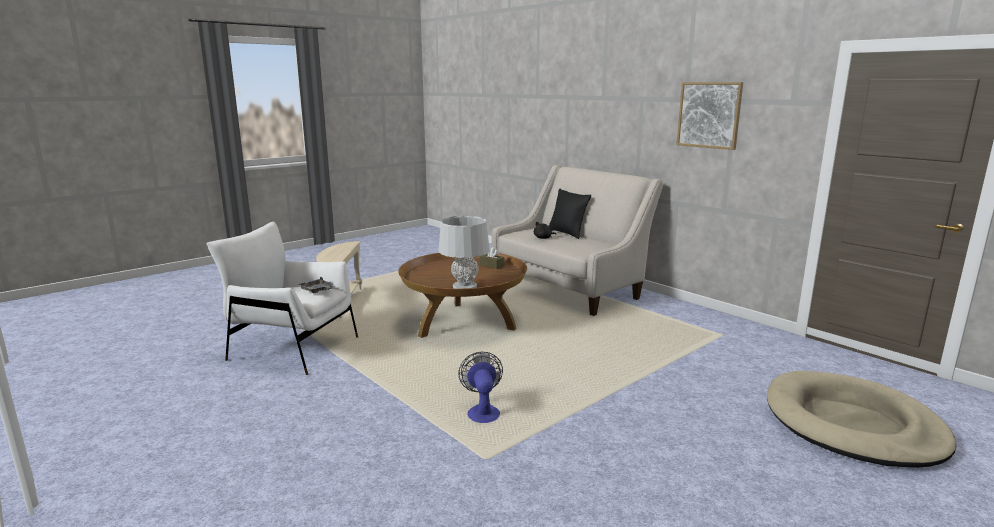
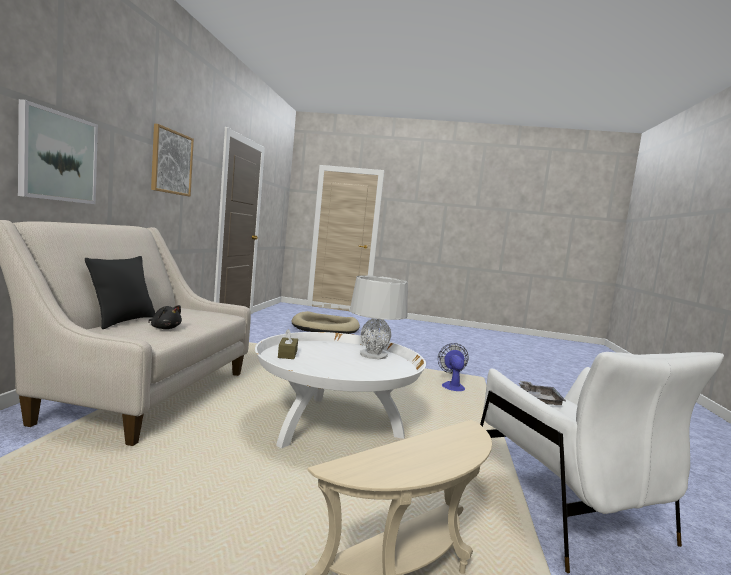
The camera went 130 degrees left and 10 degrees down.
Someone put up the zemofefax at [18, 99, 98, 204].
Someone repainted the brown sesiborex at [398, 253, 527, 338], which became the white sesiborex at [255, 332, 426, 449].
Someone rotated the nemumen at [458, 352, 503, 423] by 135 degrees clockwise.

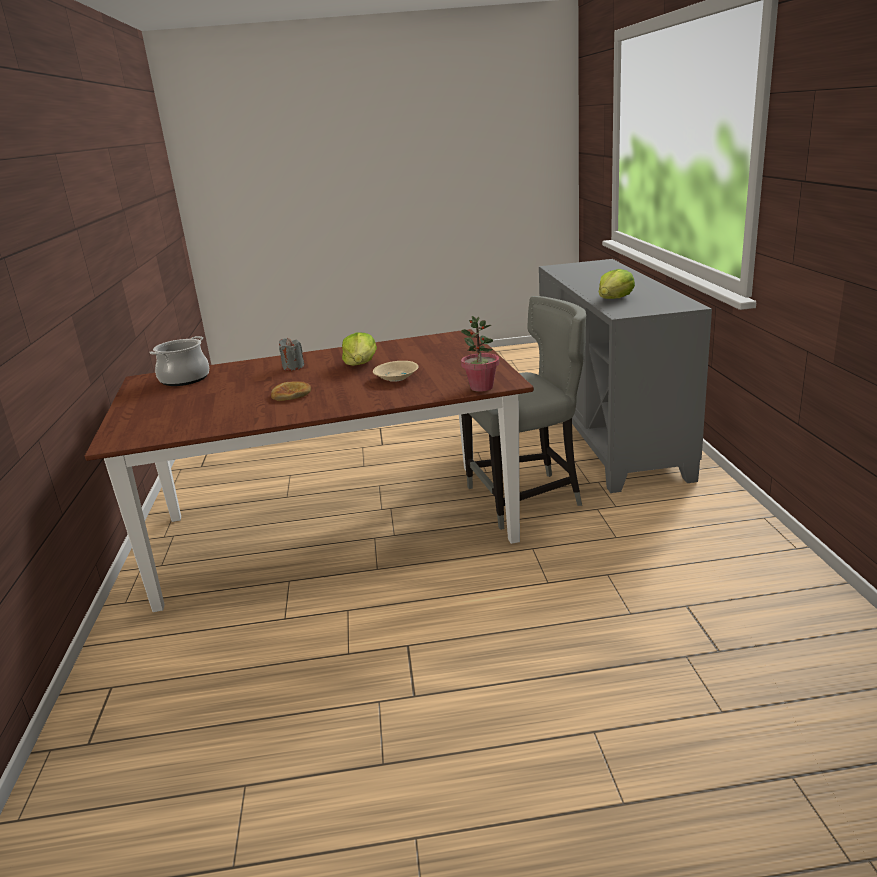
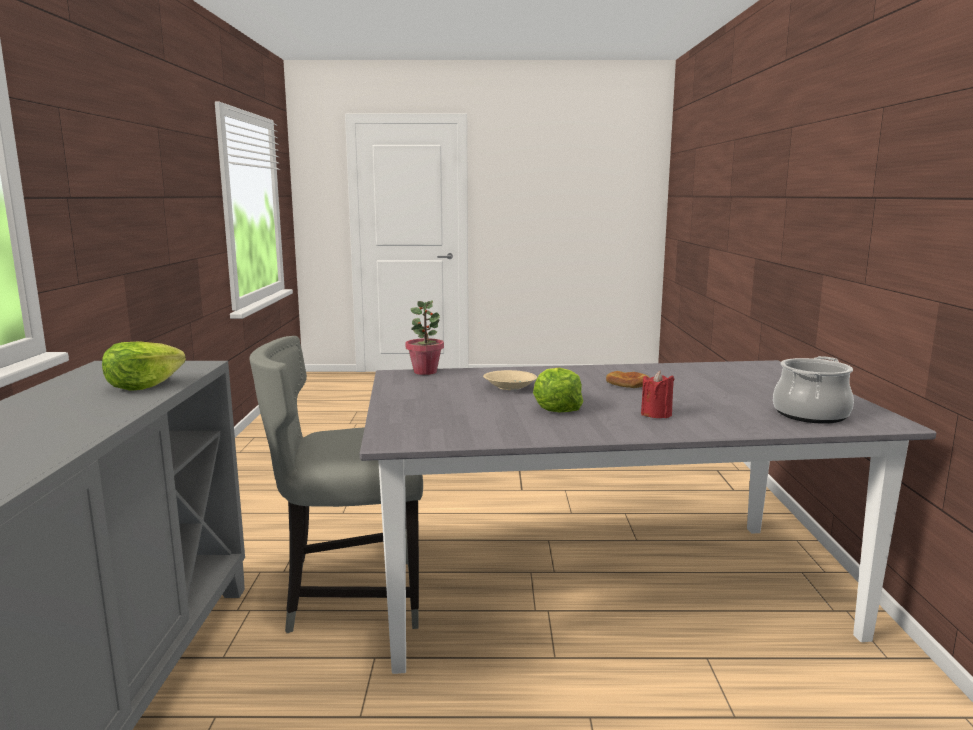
The camera went 175 degrees left and 10 degrees down.
Someone repainted the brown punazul at [85, 329, 534, 612], which became the grey punazul at [360, 360, 937, 674].
Someone repainted the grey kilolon at [279, 338, 304, 371], which became the red kilolon at [641, 371, 675, 418].

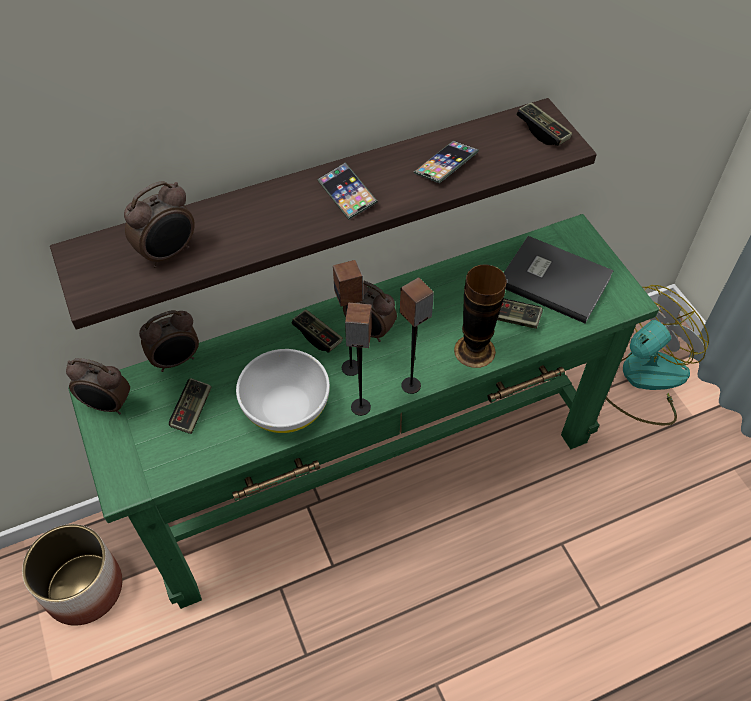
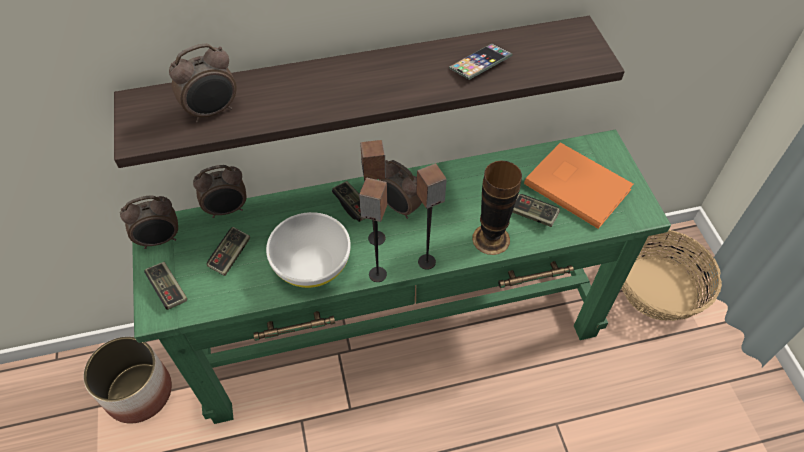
The camera went 10 degrees right and 0 degrees up.
Someone took away the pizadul at [317, 162, 378, 220].
Someone carried the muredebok from [516, 102, 572, 146] to [144, 262, 187, 310].
Someone swapped the nemumen at [606, 285, 709, 425] for the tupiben at [622, 230, 722, 321].
Someone repainted the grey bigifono at [504, 236, 614, 324], which became the orange bigifono at [524, 142, 634, 229].
Someone rotated the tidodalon at [66, 358, 130, 414] by 45 degrees counterclockwise.

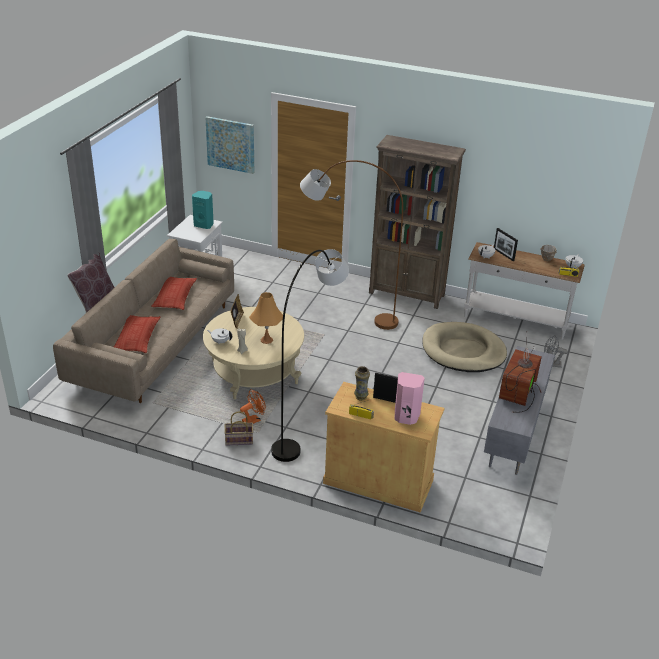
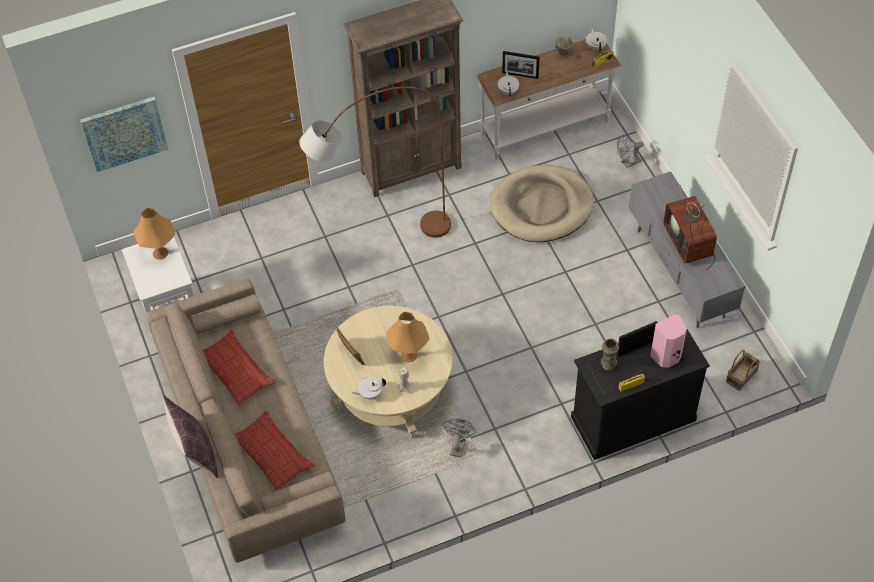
The camera went 40 degrees left and 20 degrees up.
Someone took away the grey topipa at [271, 249, 349, 462].
Someone carried the tupiben from [225, 411, 253, 446] to [726, 350, 761, 391].
Someone swapped the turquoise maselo at [192, 191, 214, 229] for the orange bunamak at [134, 208, 175, 260].
Someone repainted the orange nemumen at [240, 389, 266, 424], which became the grey nemumen at [443, 418, 476, 457].
Someone repainted the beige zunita at [323, 382, 445, 512], which became the black zunita at [571, 329, 710, 460].

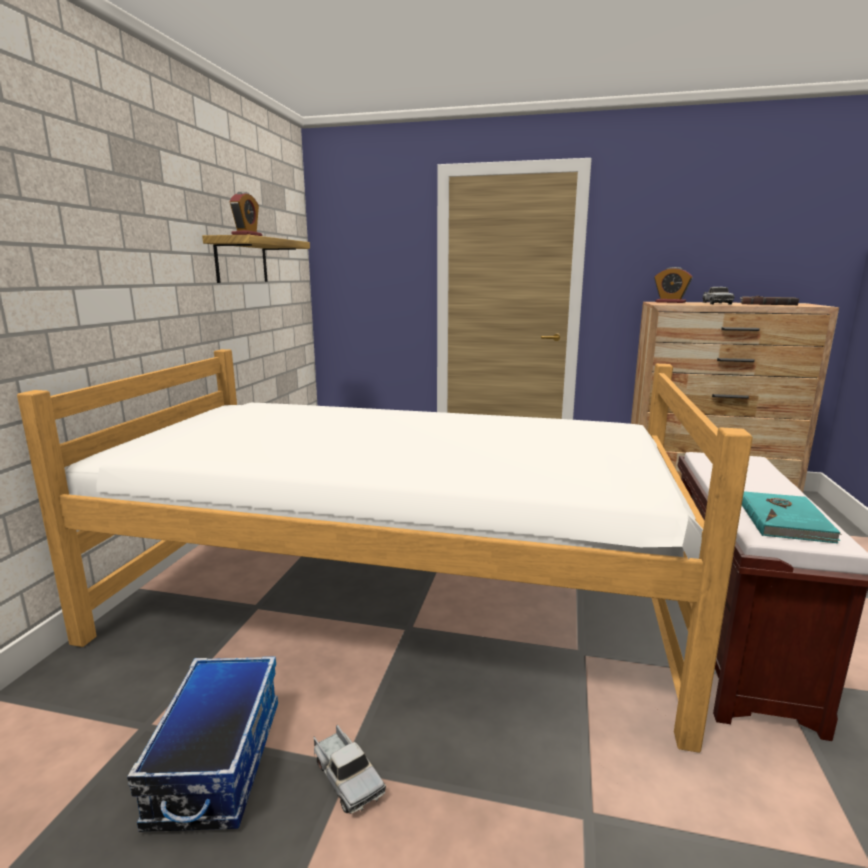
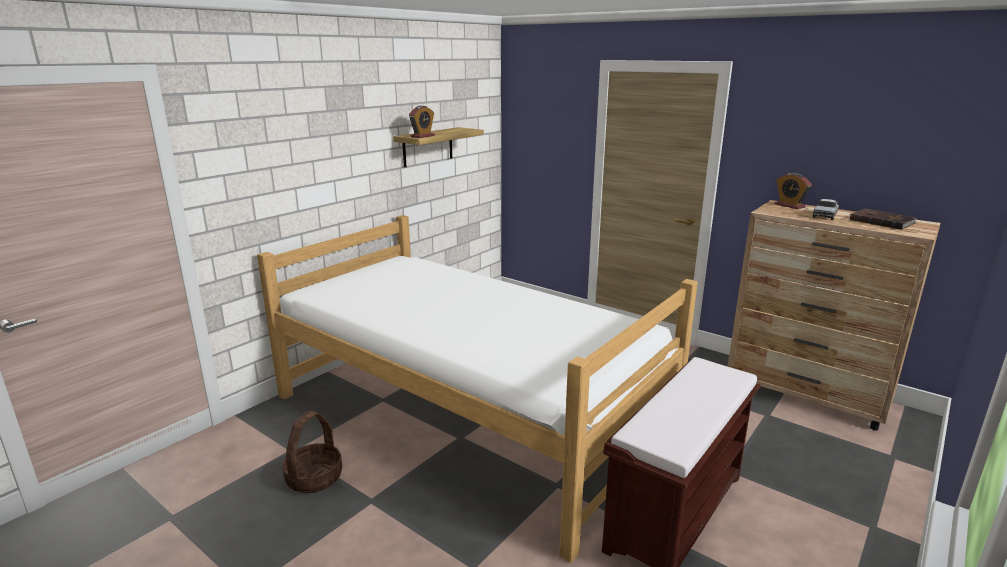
The camera went 25 degrees right and 5 degrees up.
Someone took away the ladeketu at [313, 725, 386, 814].
Someone took away the turquoise bigifono at [742, 491, 842, 543].
Someone swapped the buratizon at [127, 656, 278, 832] for the tupiben at [282, 411, 342, 493].

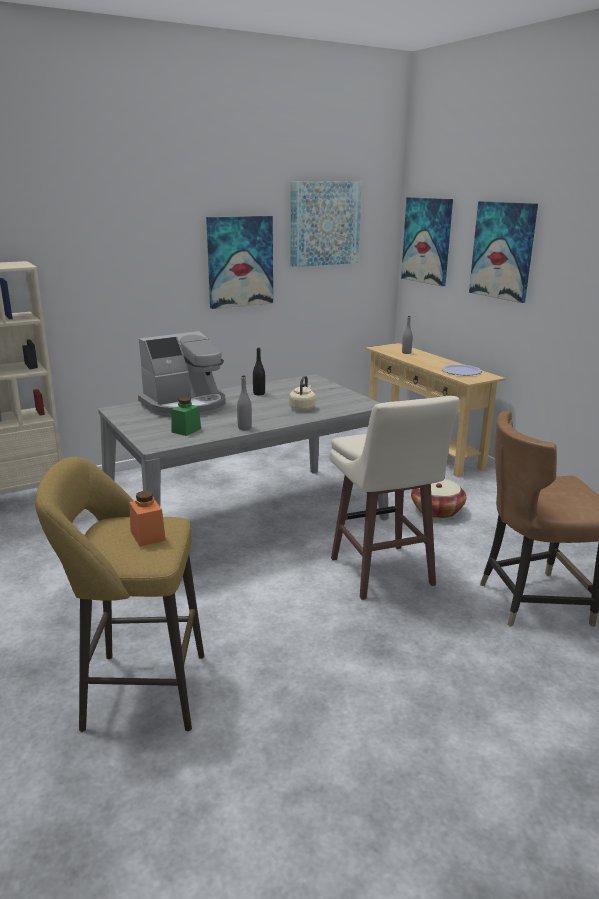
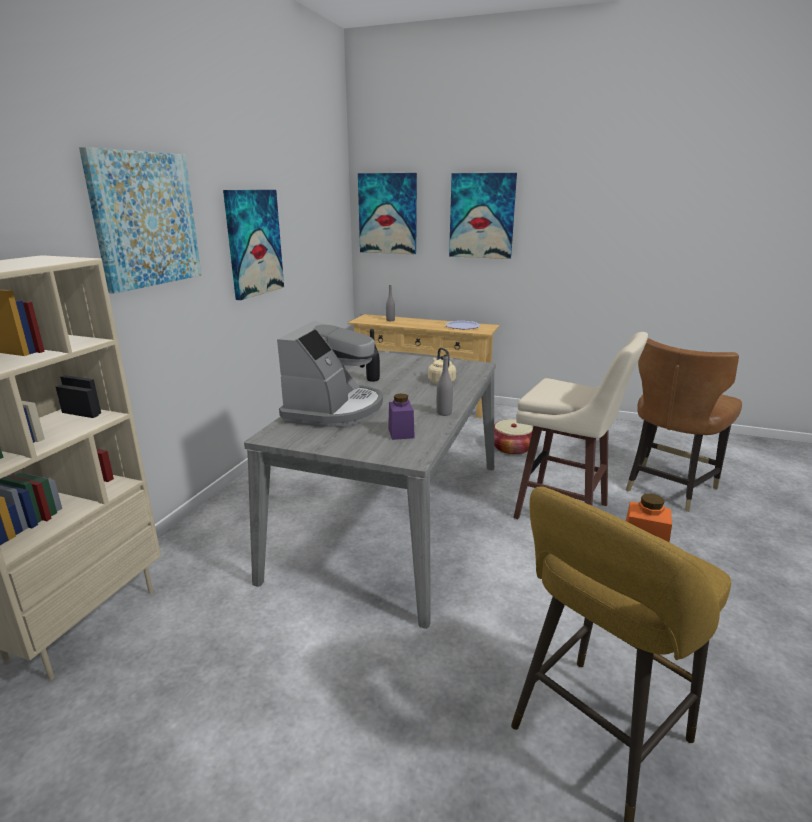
The camera went 40 degrees left and 0 degrees up.
Someone carried the zemofefax from [291, 181, 362, 267] to [79, 147, 202, 294].
Someone repainted the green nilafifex at [171, 397, 201, 436], which became the purple nilafifex at [388, 394, 415, 440].

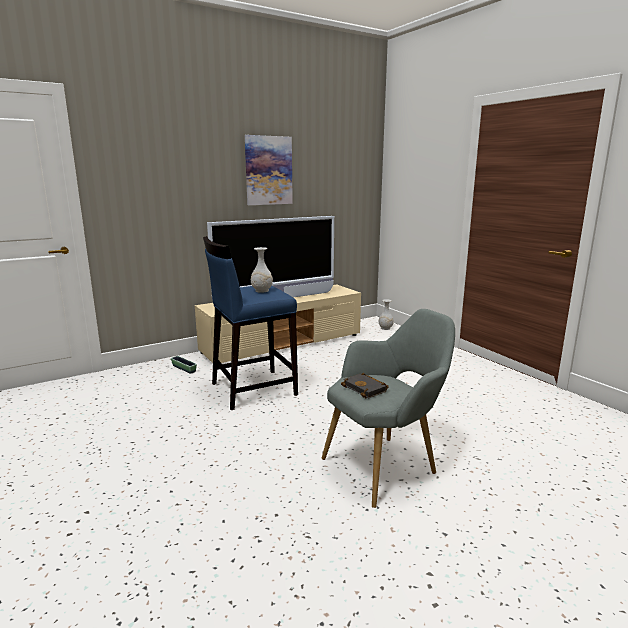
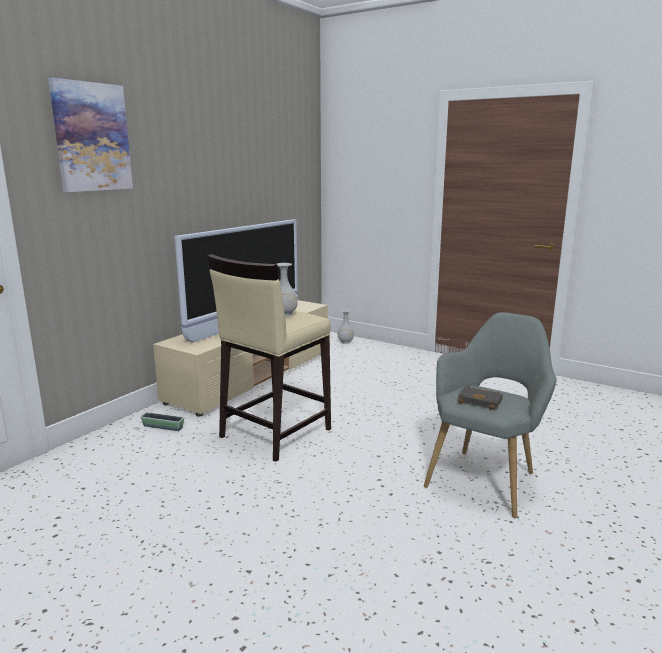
The camera went 25 degrees left and 0 degrees up.
Someone carried the zemofefax from [245, 135, 293, 205] to [48, 78, 133, 192].
Someone repainted the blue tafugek at [203, 236, 298, 410], which became the beige tafugek at [207, 254, 331, 462].

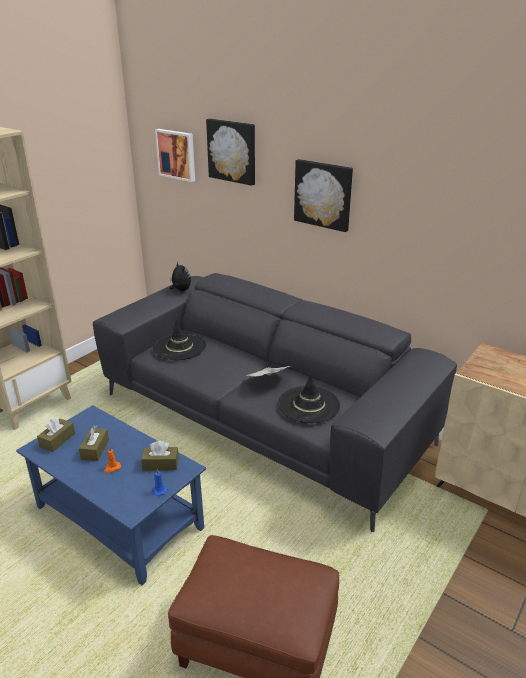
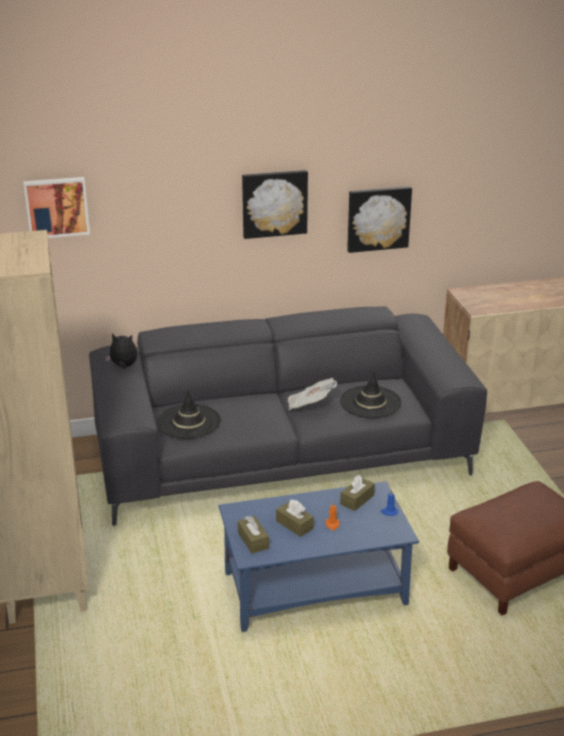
The camera went 50 degrees left and 0 degrees up.
Someone carried the zemofefax from [206, 119, 255, 186] to [347, 186, 412, 253].

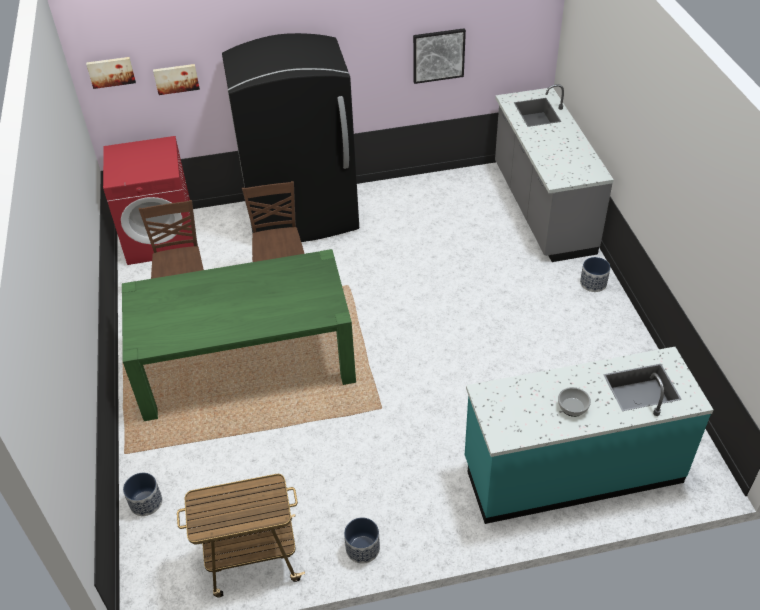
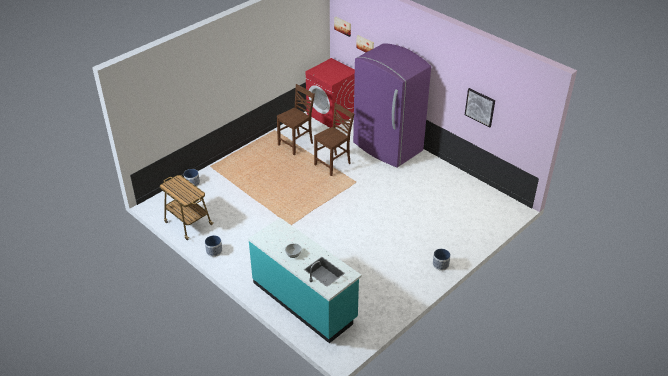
The camera went 55 degrees right and 5 degrees down.
Someone took away the green punazul at [122, 249, 356, 421].
Someone took away the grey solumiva at [495, 84, 614, 262].
Someone repainted the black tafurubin at [222, 33, 359, 242], which became the purple tafurubin at [353, 43, 431, 168].

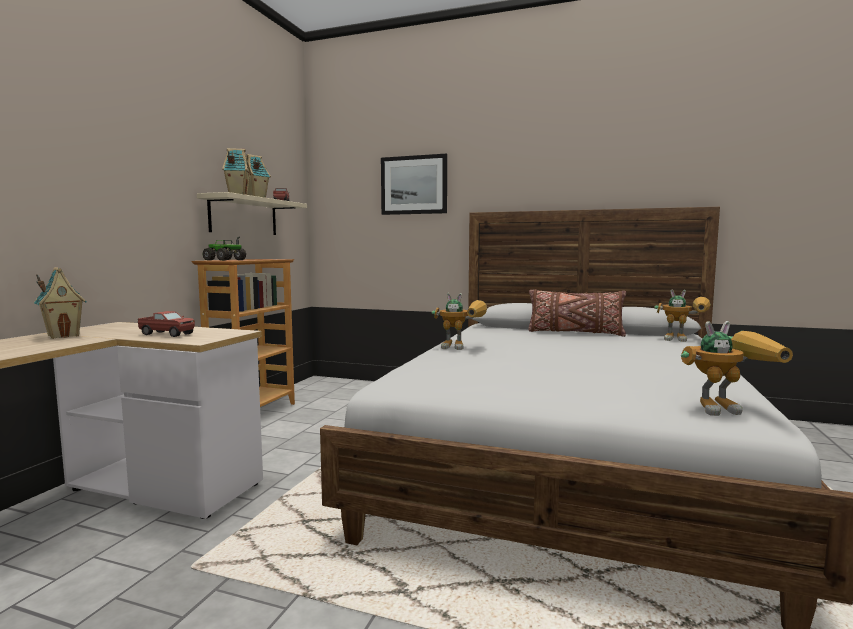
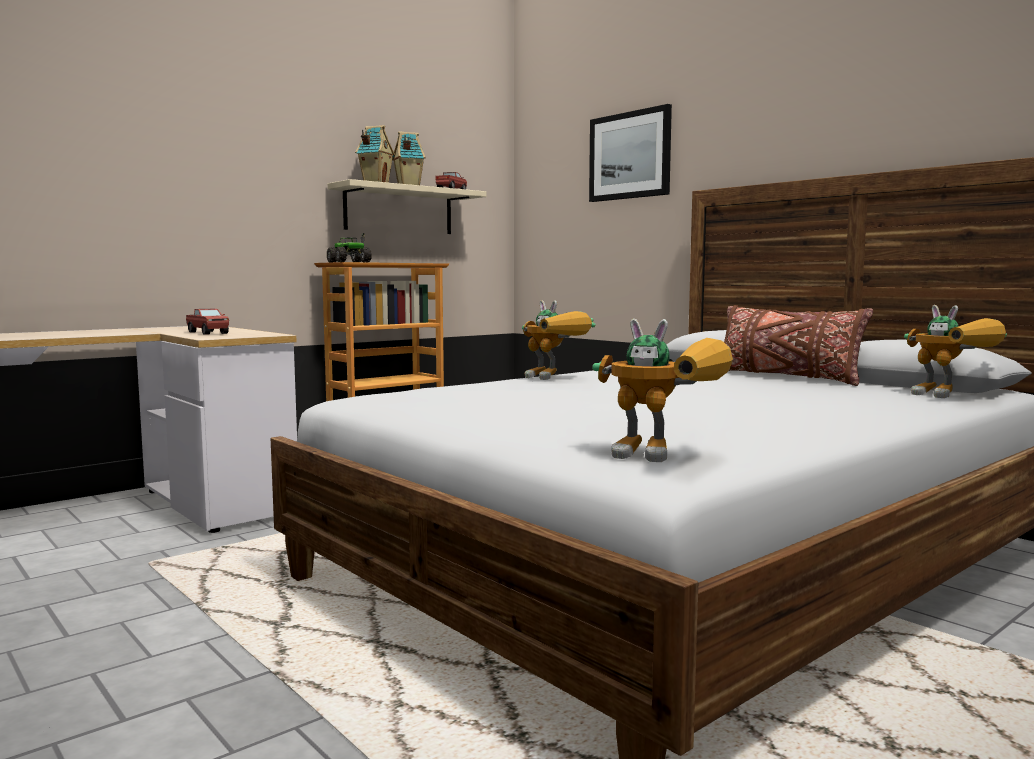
The camera went 30 degrees right and 0 degrees up.
Someone took away the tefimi at [34, 267, 87, 339].

